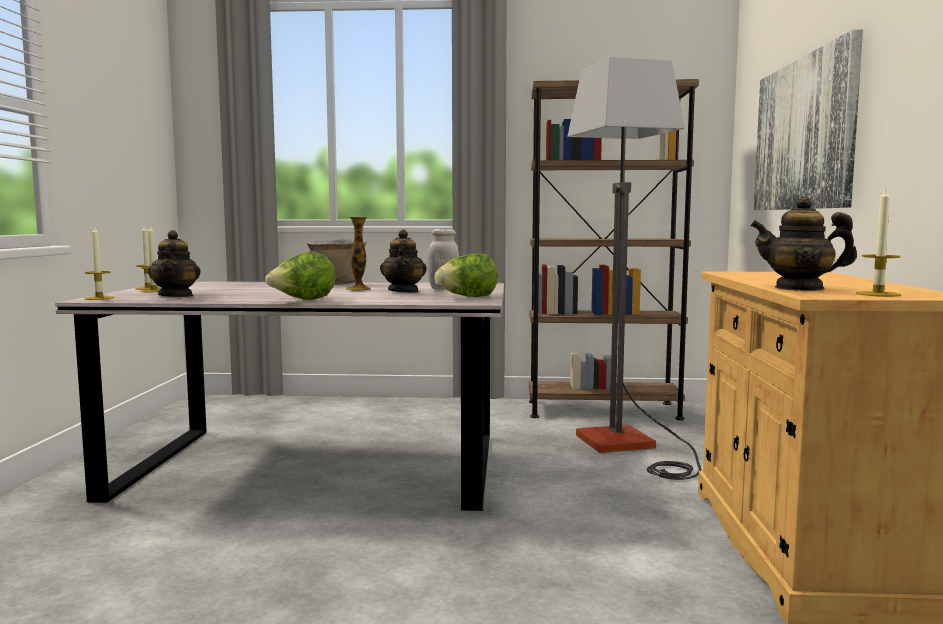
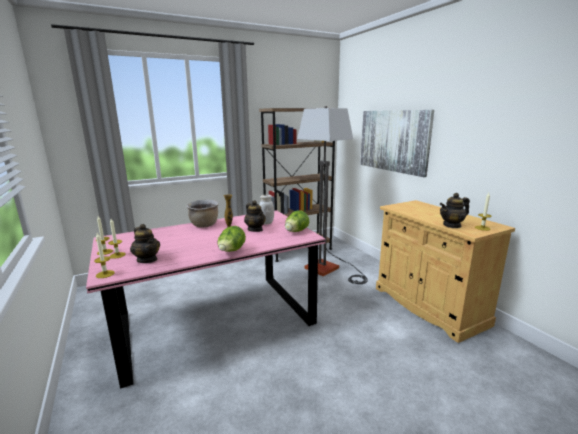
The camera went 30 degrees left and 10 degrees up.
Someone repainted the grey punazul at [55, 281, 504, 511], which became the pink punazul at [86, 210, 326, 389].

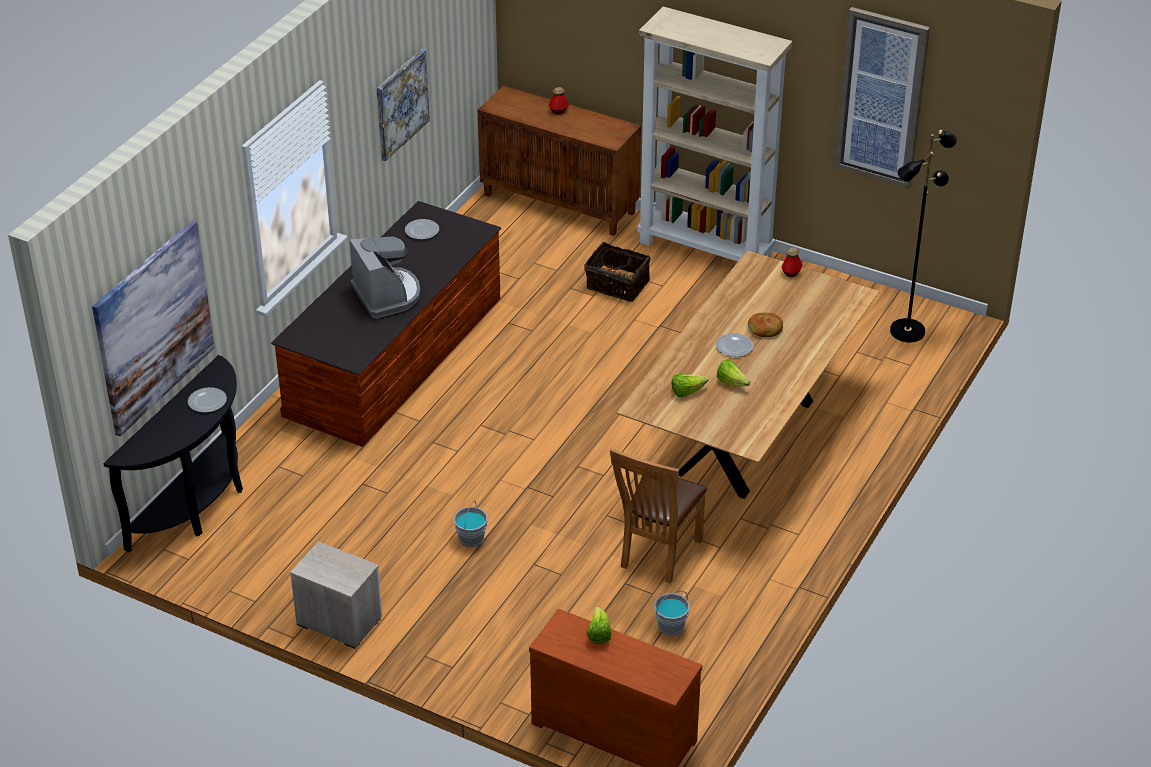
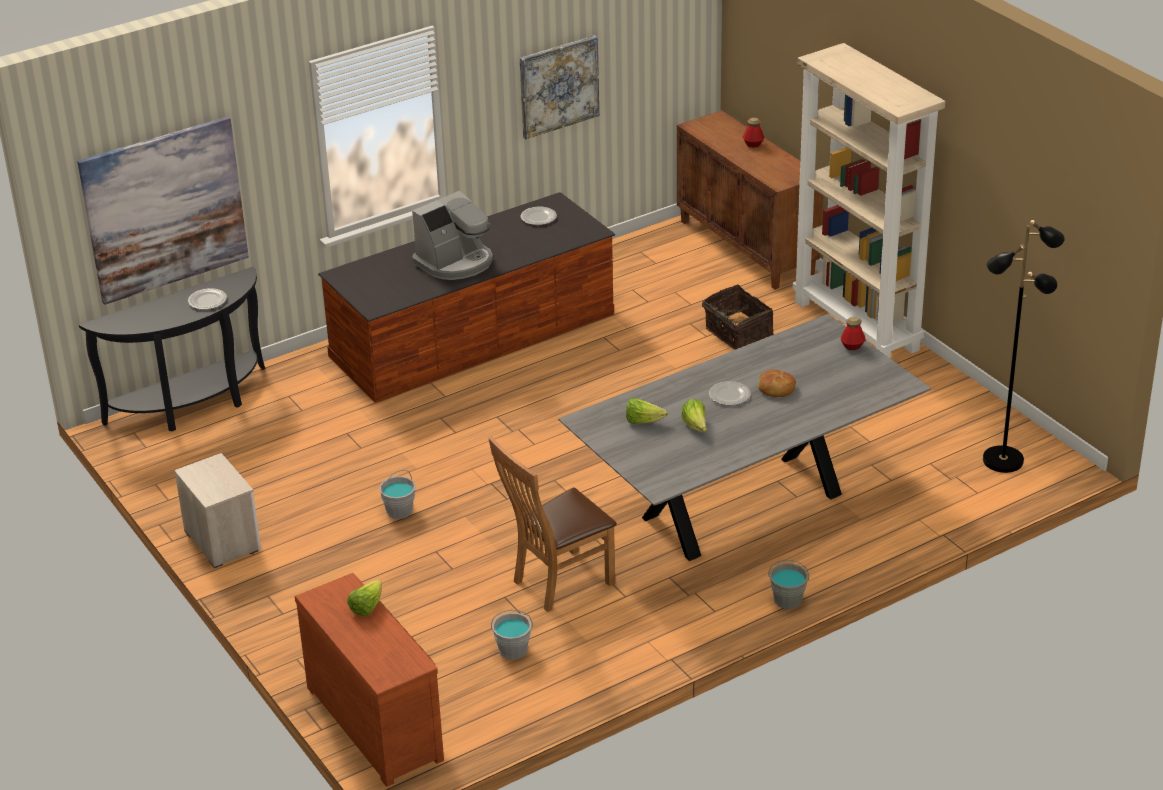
The camera went 30 degrees right and 5 degrees down.
Someone took away the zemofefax at [834, 7, 930, 188].
Someone put down the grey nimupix at [769, 560, 809, 609].
Someone repainted the brown punazul at [616, 250, 880, 499], which became the grey punazul at [558, 314, 931, 561].
Someone rotated the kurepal at [350, 237, 421, 318] by 45 degrees clockwise.

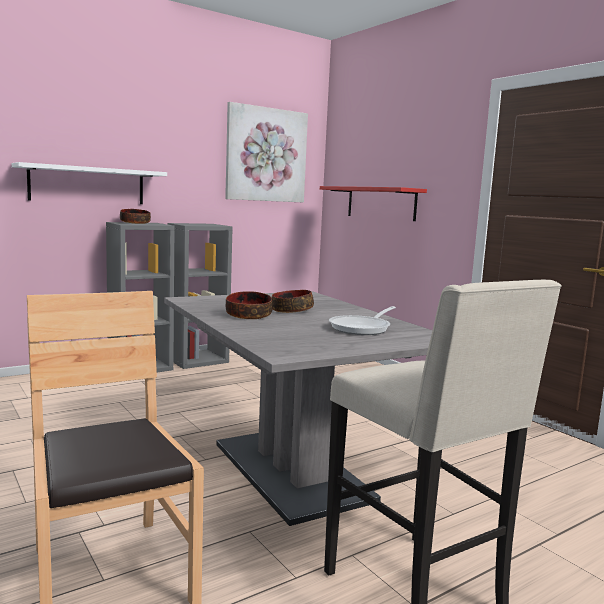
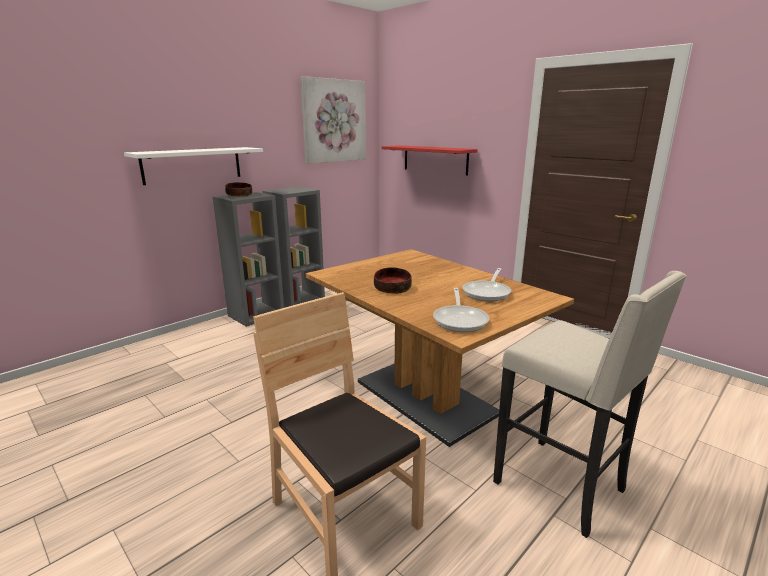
The camera went 10 degrees left and 10 degrees up.
Someone took away the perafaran at [272, 290, 314, 313].
Someone put down the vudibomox at [433, 288, 490, 332].
Someone repainted the grey punazul at [164, 291, 432, 526], which became the brown punazul at [306, 249, 574, 447].

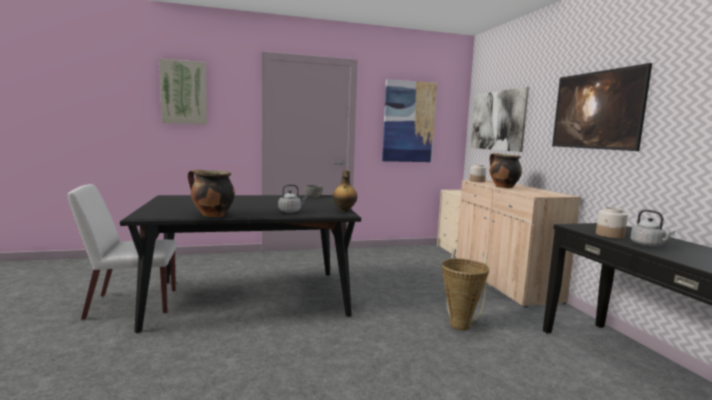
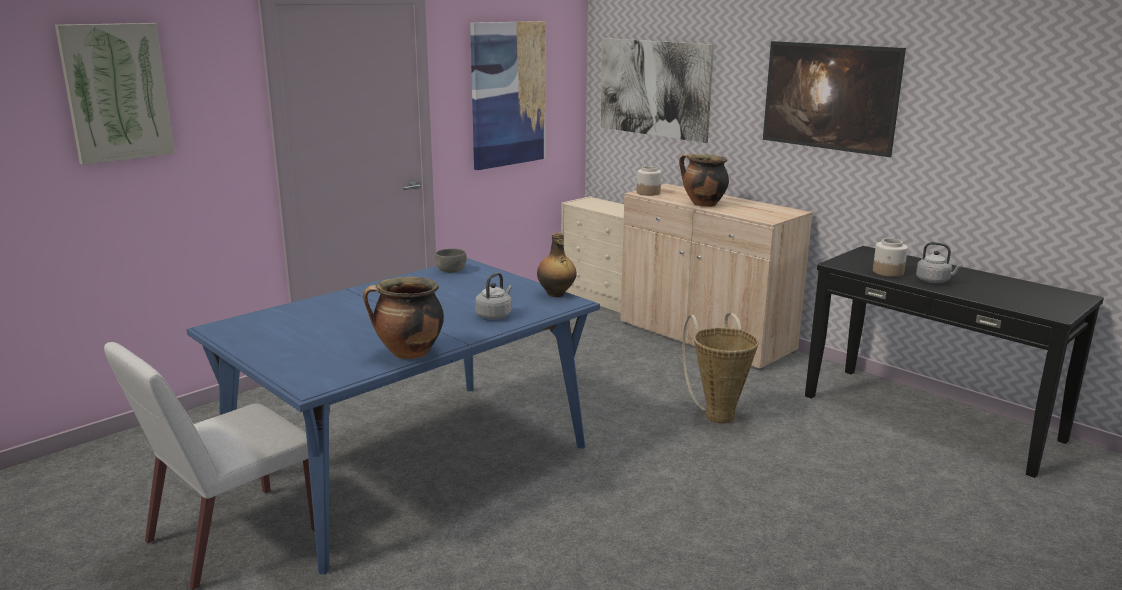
The camera went 30 degrees left and 10 degrees up.
Someone repainted the black punazul at [120, 195, 361, 333], which became the blue punazul at [187, 258, 600, 574].

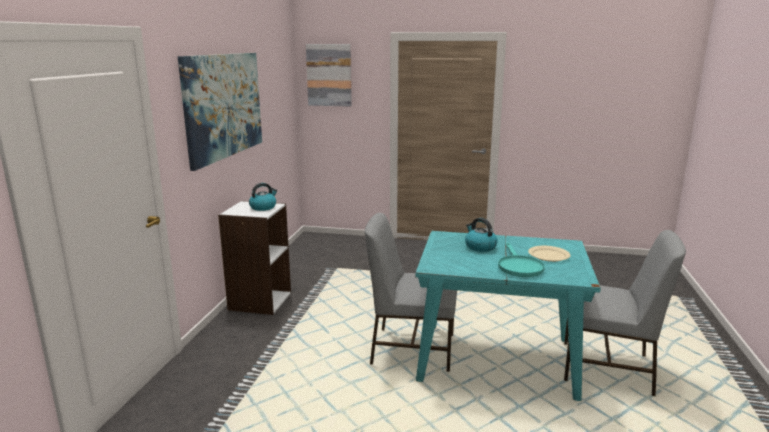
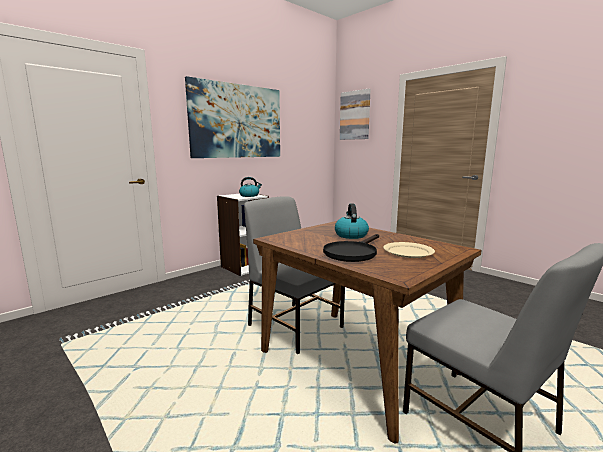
The camera went 35 degrees right and 5 degrees down.
Someone repainted the turquoise punazul at [415, 231, 601, 401], which became the brown punazul at [253, 221, 482, 444].
Someone repainted the turquoise vudibomox at [498, 242, 545, 277], which became the black vudibomox at [323, 234, 379, 262].

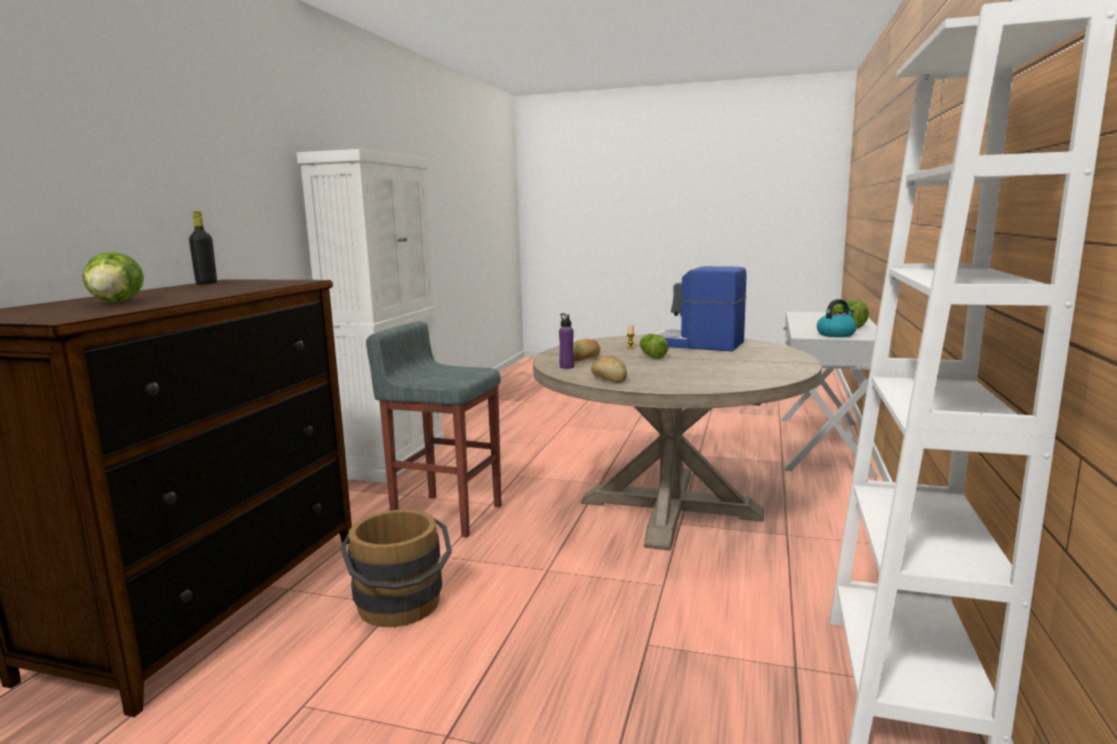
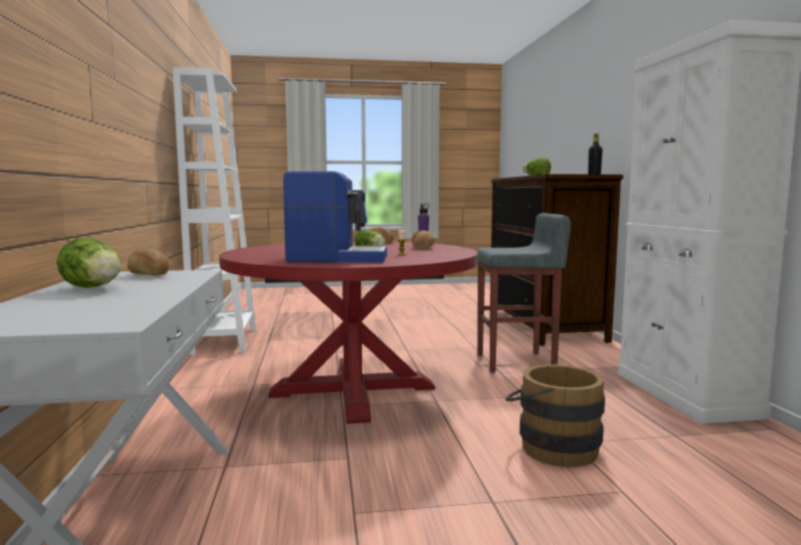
The camera went 155 degrees right and 5 degrees down.
Someone carried the brown nimupix from [340, 510, 452, 627] to [505, 364, 605, 467].
Someone swapped the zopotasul at [817, 299, 857, 337] for the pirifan at [127, 249, 169, 276].
Someone repainted the beige punazul at [533, 335, 822, 550], which became the red punazul at [219, 241, 478, 424].

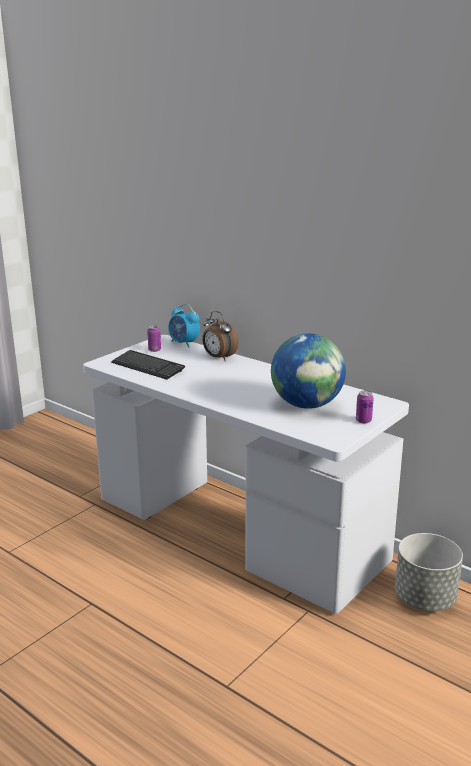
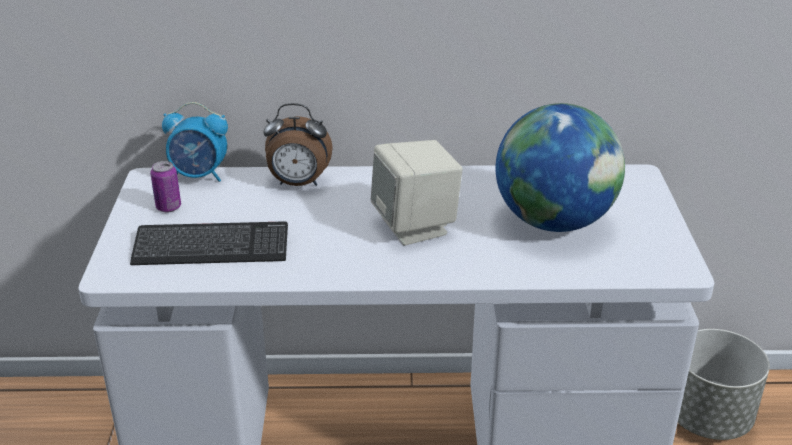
The camera went 40 degrees left and 10 degrees up.
Someone took away the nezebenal at [356, 390, 374, 424].
Someone put down the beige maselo at [370, 140, 463, 246].

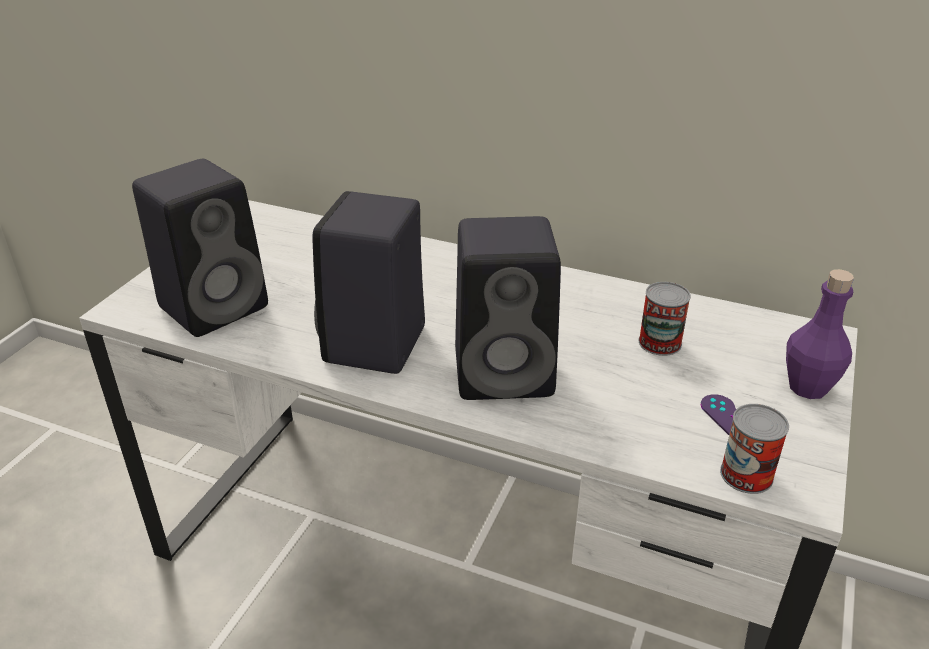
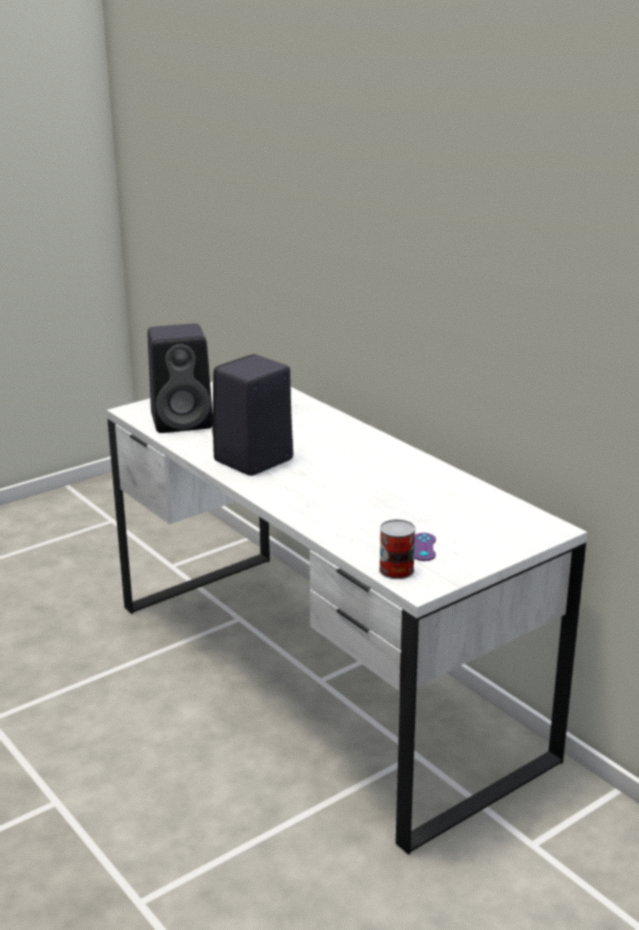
The camera went 30 degrees right and 10 degrees down.
Someone took away the black maselo at [455, 216, 561, 400].
Someone took away the nezebenal at [639, 282, 691, 356].
Someone took away the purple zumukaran at [786, 269, 854, 399].

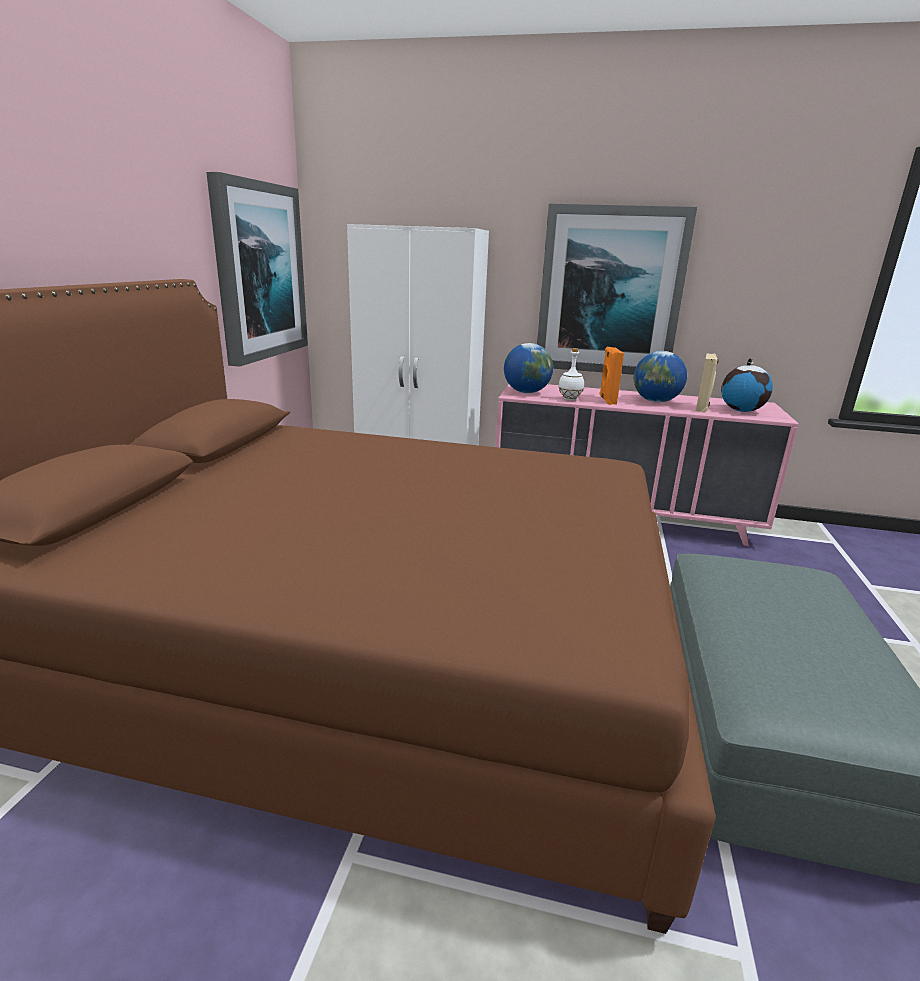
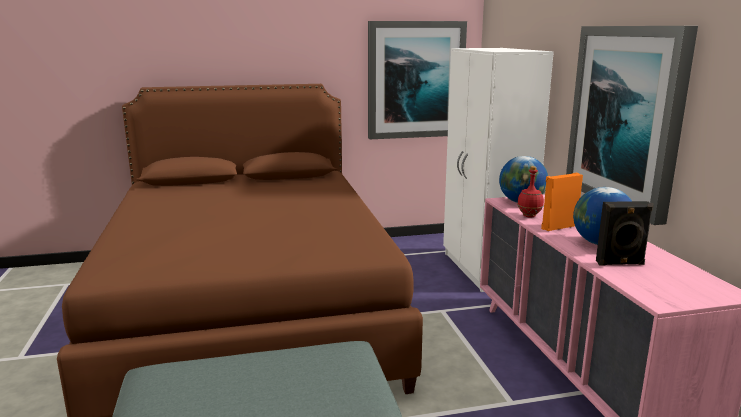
The camera went 65 degrees right and 5 degrees down.
Someone took away the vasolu at [721, 358, 773, 412].
Someone repainted the white zumukaran at [558, 348, 584, 401], which became the red zumukaran at [517, 166, 544, 217].
Someone repainted the beige maselo at [696, 353, 718, 413], which became the black maselo at [596, 201, 654, 266].

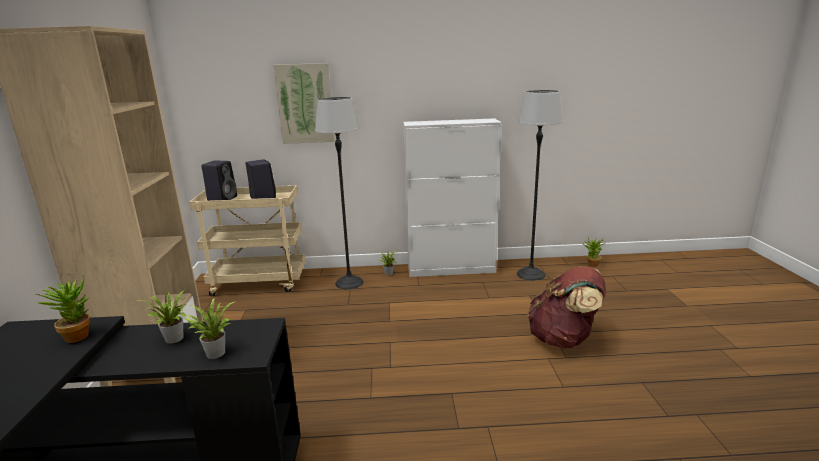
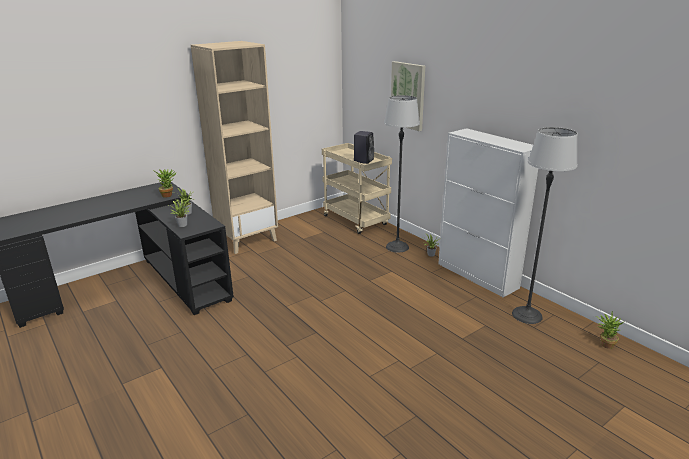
The camera went 55 degrees right and 5 degrees up.
Someone took away the black maselo at [202, 160, 237, 201].
Someone took away the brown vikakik at [528, 266, 606, 348].

